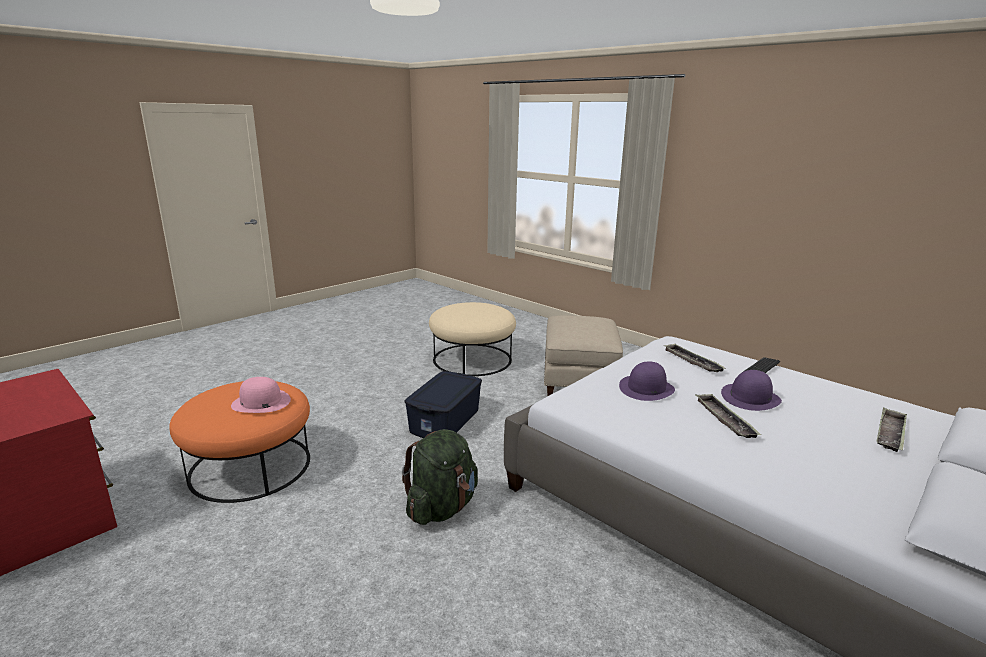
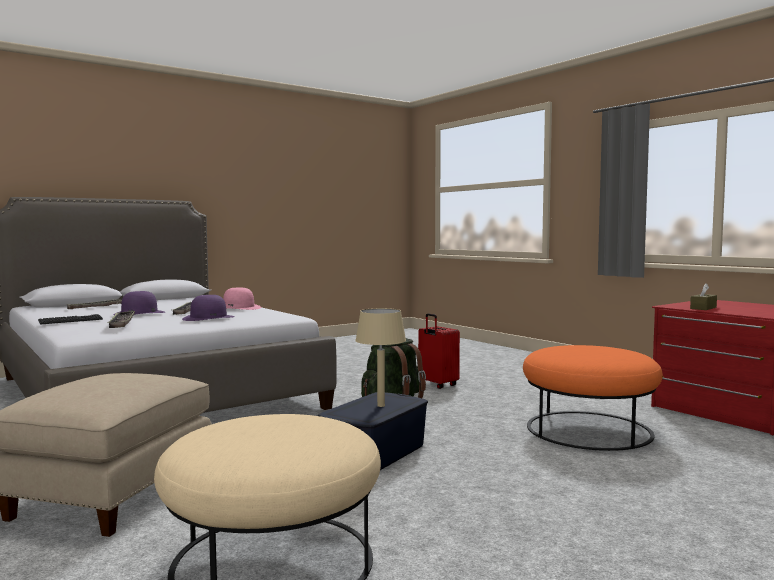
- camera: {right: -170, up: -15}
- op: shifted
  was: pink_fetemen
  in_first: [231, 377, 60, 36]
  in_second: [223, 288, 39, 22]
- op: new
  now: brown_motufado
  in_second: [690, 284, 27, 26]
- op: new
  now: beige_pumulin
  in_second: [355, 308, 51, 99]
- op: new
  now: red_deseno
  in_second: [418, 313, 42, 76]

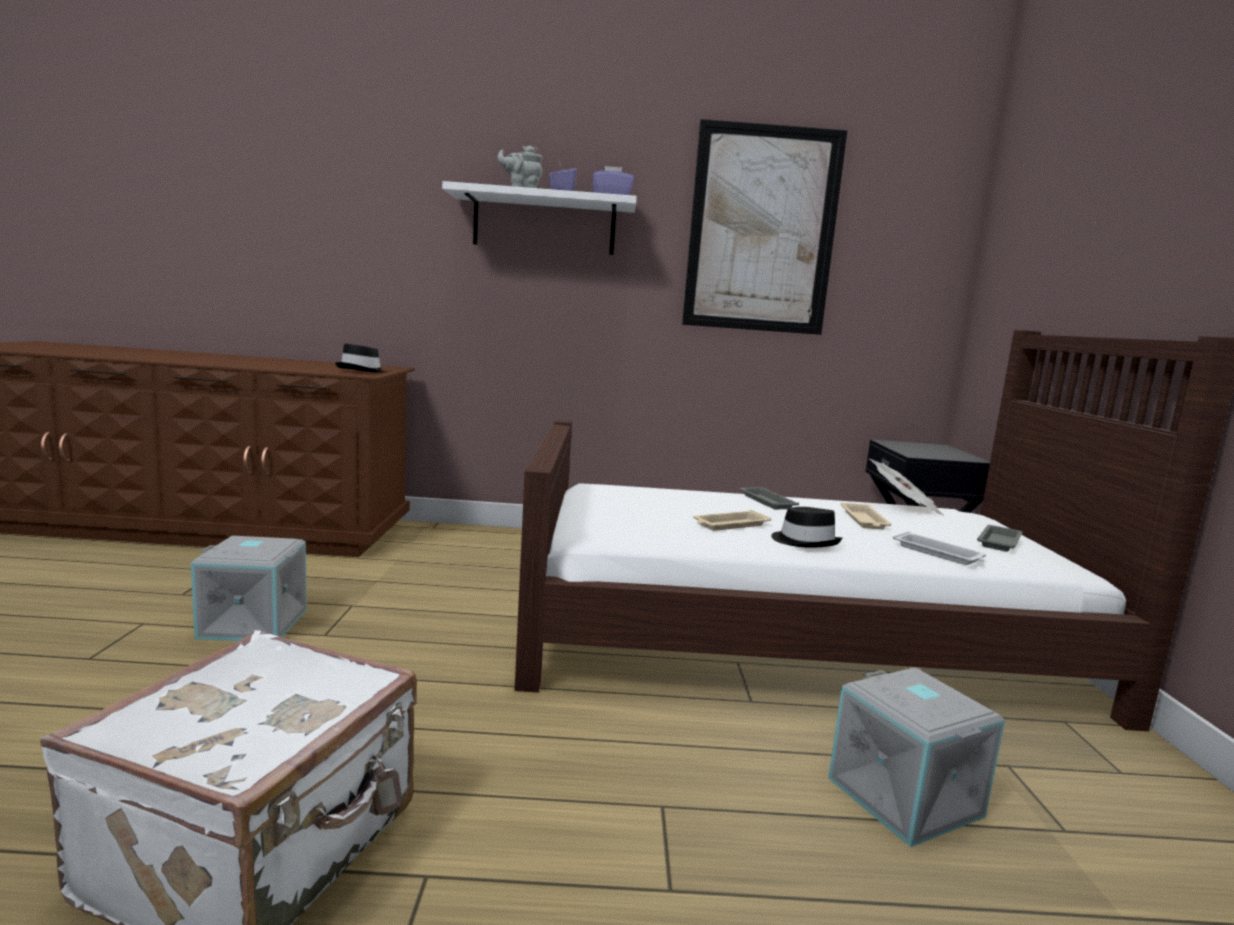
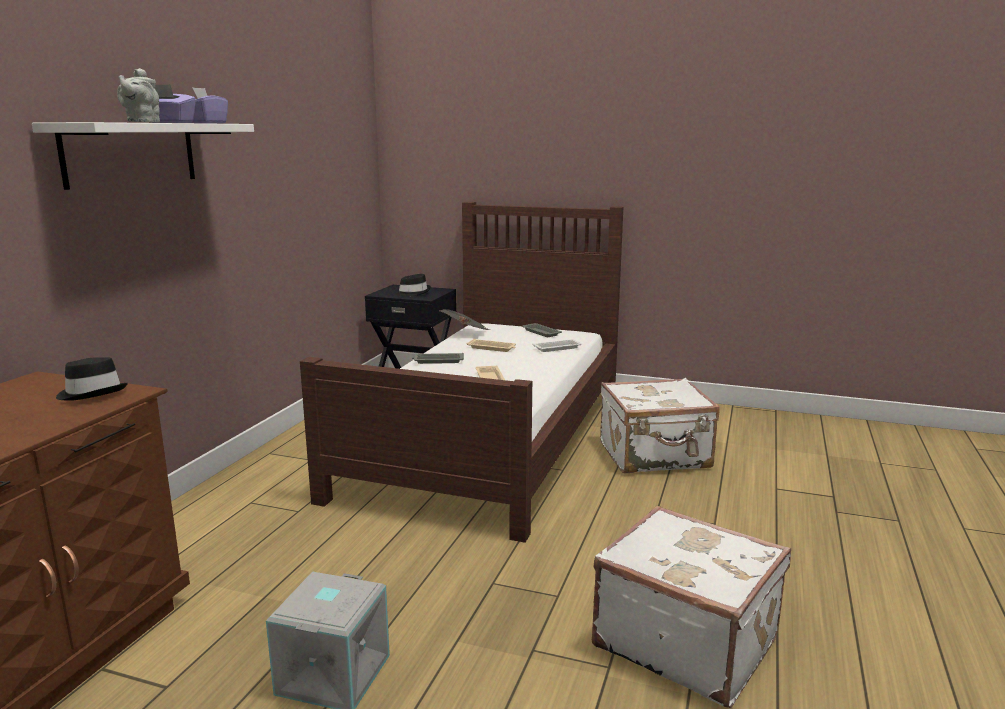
- camera: {right: -70, up: 5}
- op: gone
  was: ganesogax
  in_first: [682, 119, 165, 216]
- op: shifted
  was: black_fetemen
  in_first: [771, 507, 71, 41]
  in_second: [395, 274, 36, 22]
- op: swapped
  was: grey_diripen
  now: white_deseno
  in_first: [828, 667, 177, 180]
  in_second: [600, 378, 120, 95]

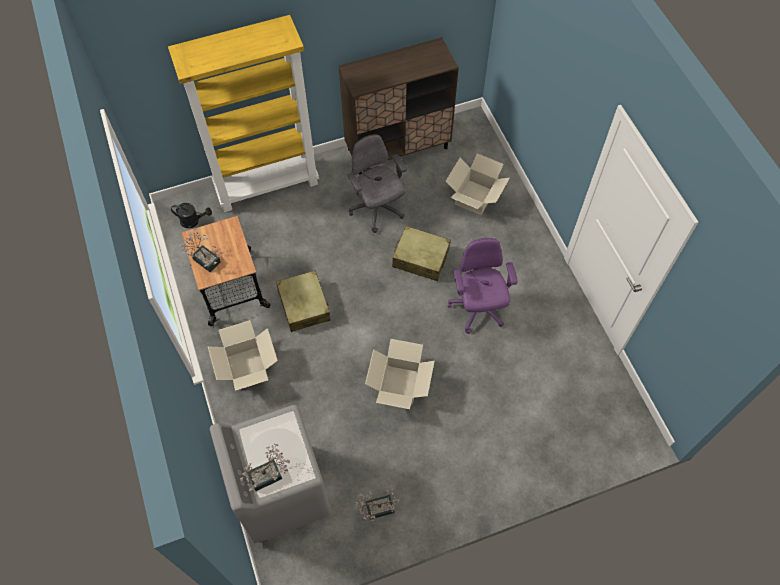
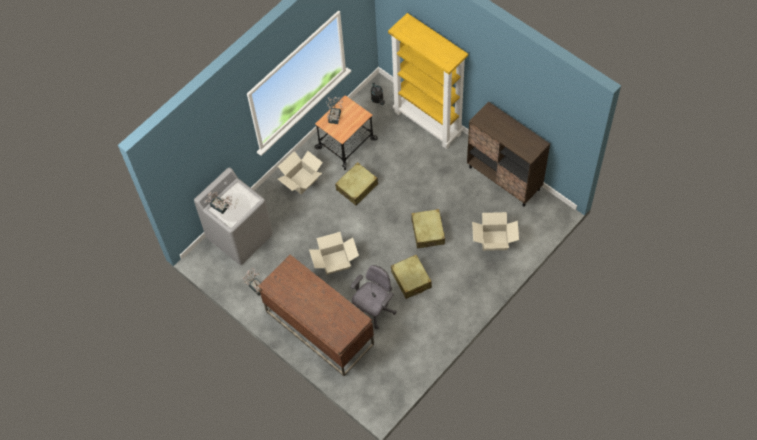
- camera: {right: 65, up: 0}
- op: shifted
  was: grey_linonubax
  in_first: [347, 134, 60, 99]
  in_second: [351, 265, 45, 64]
- op: swapped
  was: purple_linonubax
  now: beige_deseno
  in_first: [448, 238, 70, 96]
  in_second: [391, 255, 41, 44]
- op: new
  now: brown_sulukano
  in_second: [258, 255, 116, 121]

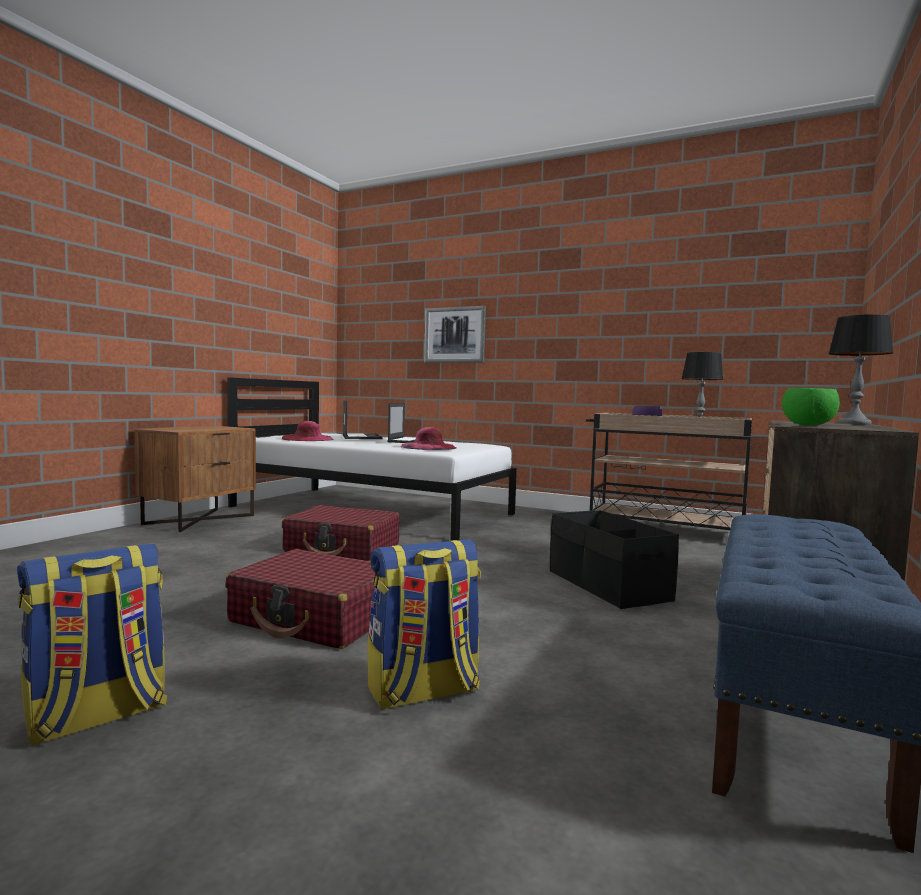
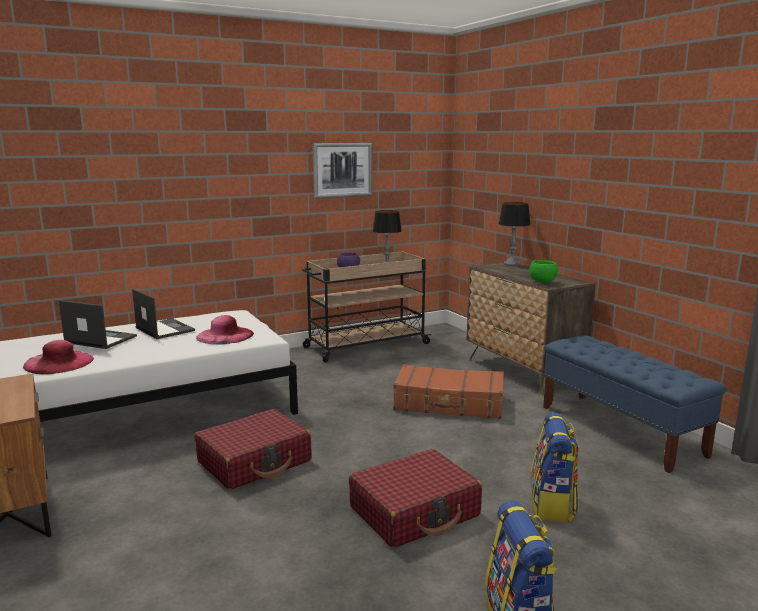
- camera: {right: -55, up: 10}
- op: shifted
  was: ganesogax
  in_first: [424, 306, 62, 57]
  in_second: [312, 143, 61, 56]
- op: swapped
  was: black_diripen
  now: brown_deseno
  in_first: [550, 510, 129, 99]
  in_second: [393, 364, 111, 55]

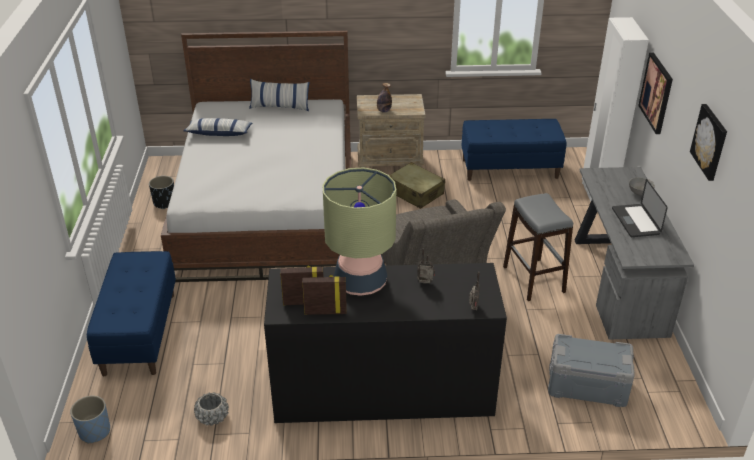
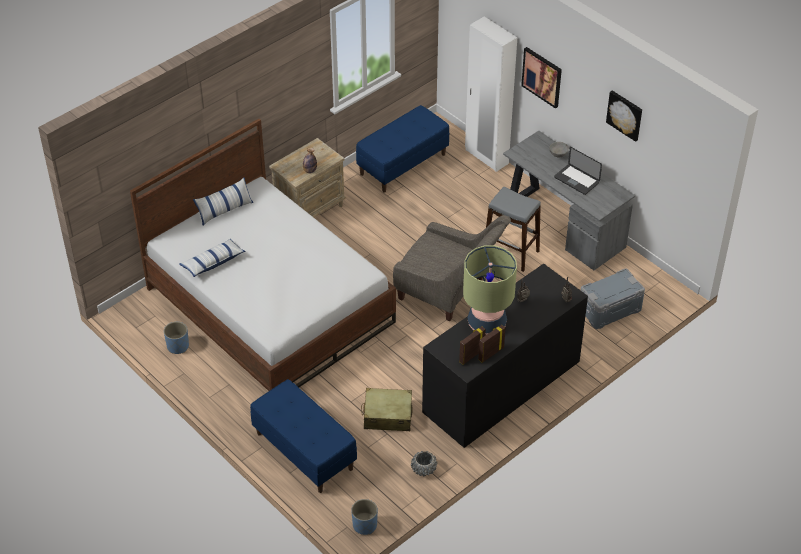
- camera: {right: -40, up: 10}
- op: shifted
  was: beige_deseno
  in_first: [389, 162, 56, 47]
  in_second: [361, 388, 52, 43]
- op: repainted
  was: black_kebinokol
  now: blue_kebinokol
  in_first: [149, 176, 25, 33]
  in_second: [164, 322, 25, 32]

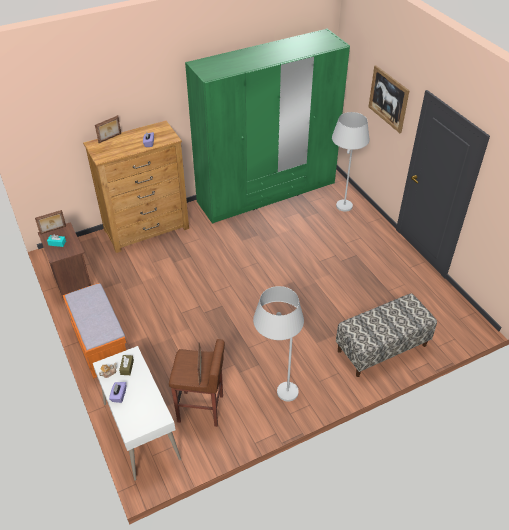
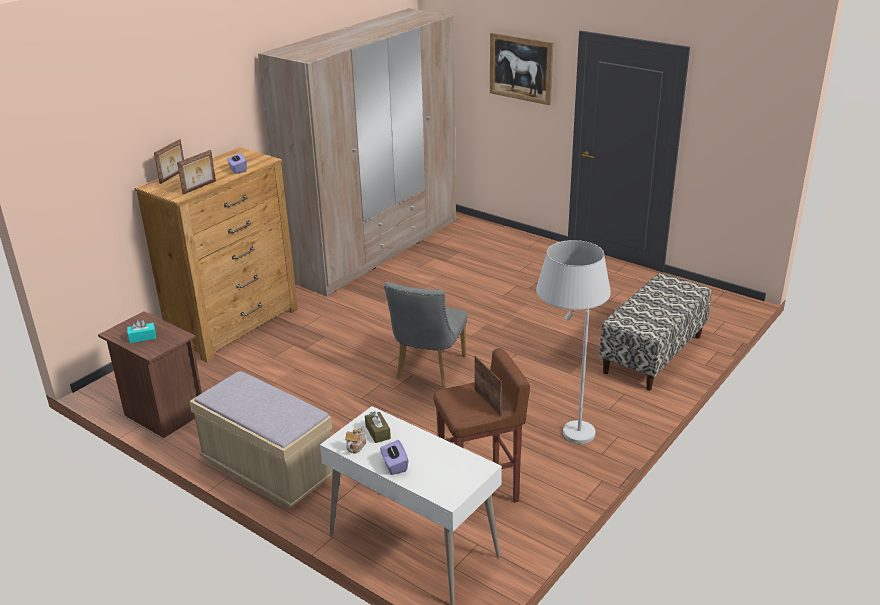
- camera: {right: -25, up: -15}
- op: repainted
  was: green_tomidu
  now: beige_tomidu
  in_first: [185, 29, 165, 195]
  in_second: [258, 8, 198, 288]
- op: gone
  was: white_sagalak
  in_first: [332, 112, 37, 100]
- op: shifted
  was: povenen
  in_first: [35, 210, 31, 24]
  in_second: [177, 150, 39, 45]
- op: repainted
  was: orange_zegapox
  now: beige_zegapox
  in_first: [63, 283, 63, 96]
  in_second: [189, 371, 143, 138]
- op: new
  now: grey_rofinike
  in_second: [384, 282, 84, 105]

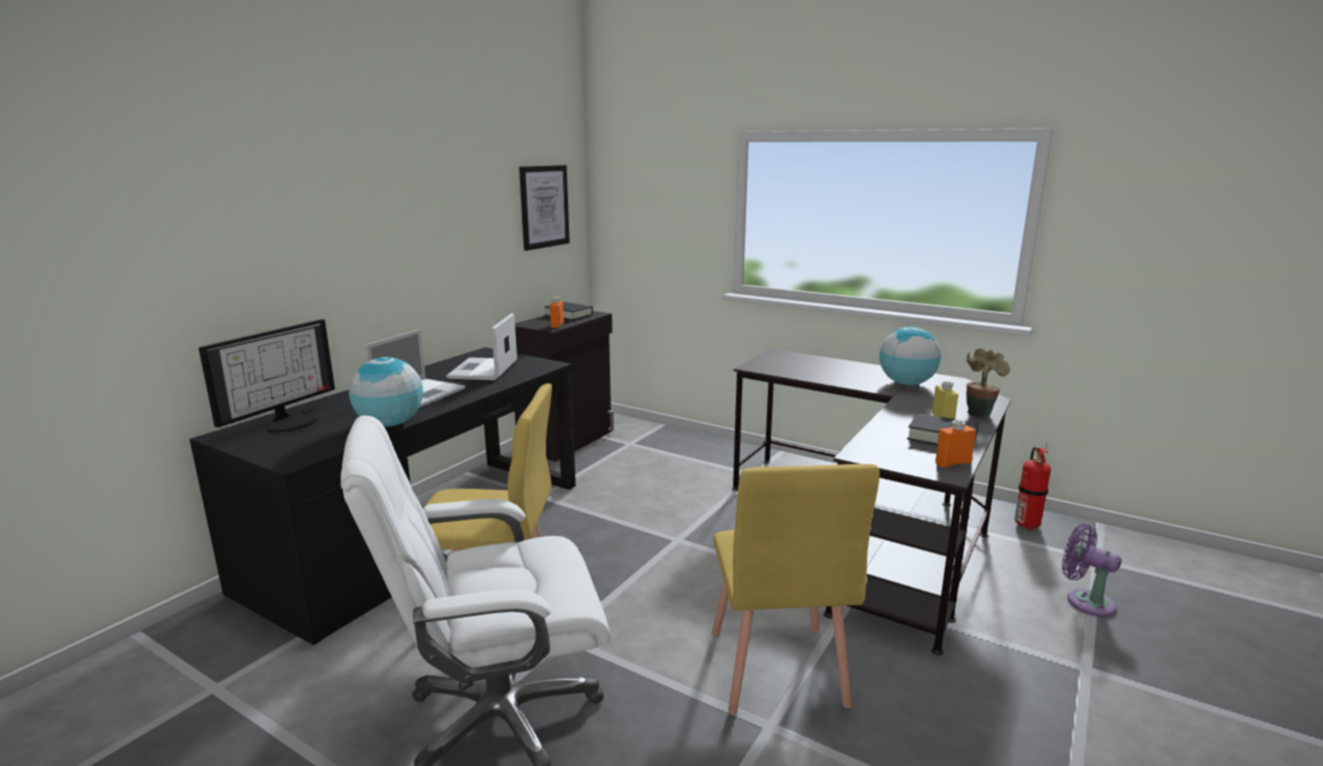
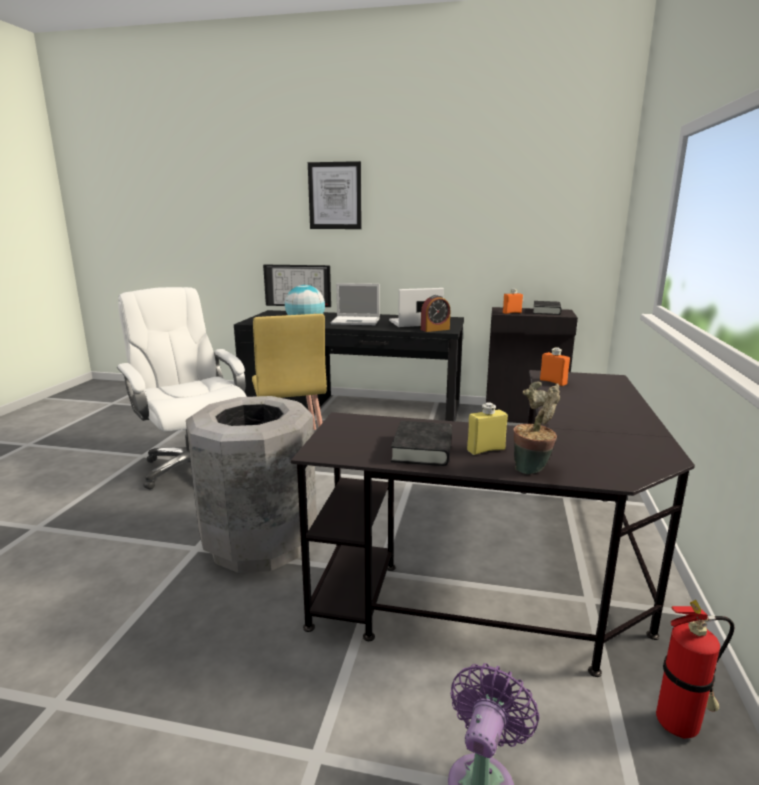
- camera: {right: 70, up: 0}
- op: shifted
  was: ganesogax
  in_first: [519, 165, 51, 86]
  in_second: [308, 161, 54, 68]
- op: gone
  was: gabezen
  in_first: [879, 327, 62, 58]
- op: shifted
  was: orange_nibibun
  in_first: [935, 419, 41, 49]
  in_second: [540, 347, 30, 39]
- op: swapped
  was: yellow_rofinike
  now: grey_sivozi
  in_first: [712, 464, 168, 250]
  in_second: [186, 396, 131, 177]
- op: new
  now: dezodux
  in_second: [421, 295, 29, 37]

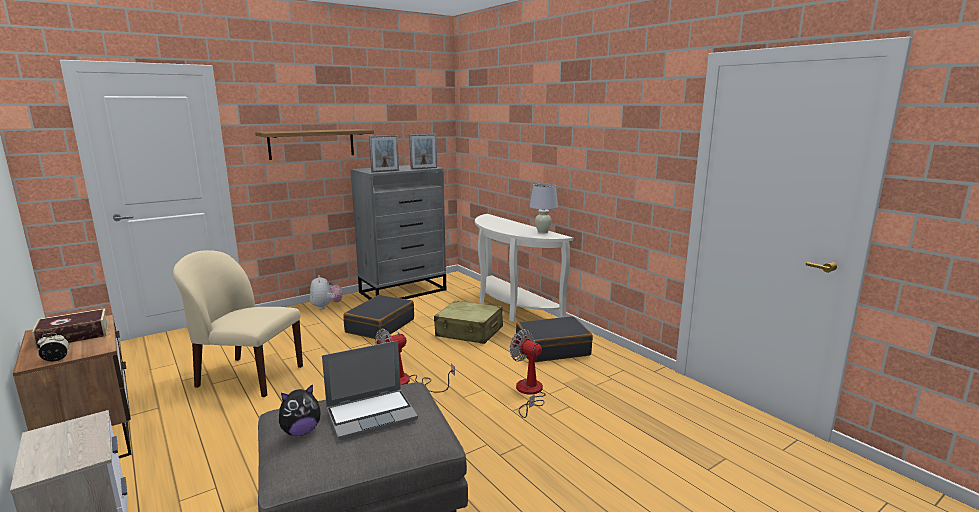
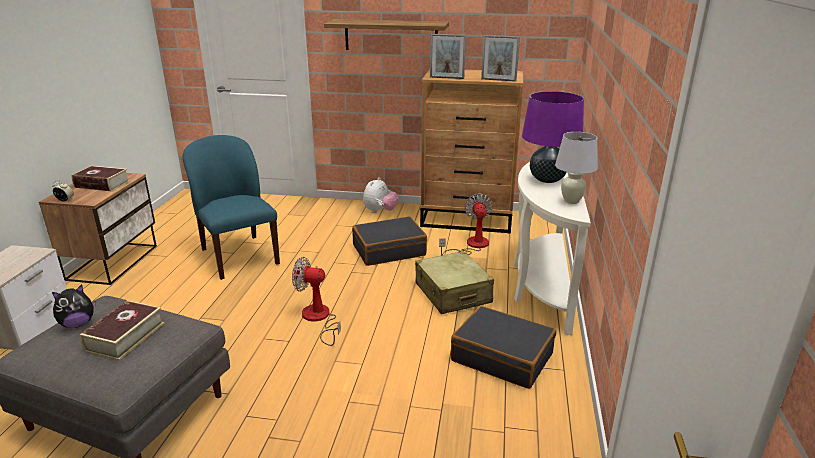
- camera: {right: 45, up: 10}
- op: repainted
  was: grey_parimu
  now: brown_parimu
  in_first: [350, 165, 96, 135]
  in_second: [420, 69, 103, 165]
- op: repainted
  was: beige_rofinike
  now: blue_rofinike
  in_first: [173, 250, 130, 147]
  in_second: [183, 135, 97, 145]
- op: shifted
  was: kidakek
  in_first: [510, 329, 36, 89]
  in_second: [439, 194, 54, 62]
- op: swapped
  was: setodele
  now: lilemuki
  in_first: [322, 340, 96, 100]
  in_second: [80, 300, 84, 60]
- op: rotated
  was: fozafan
  in_first: [279, 384, 42, 52]
  in_second: [52, 284, 44, 44]
  clockwise: -45
- op: new
  now: purple_pumulin
  in_second: [522, 91, 62, 92]

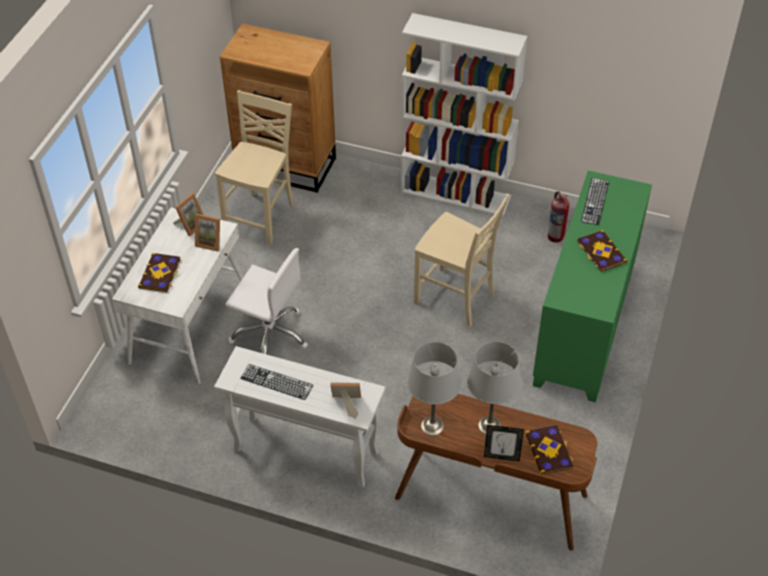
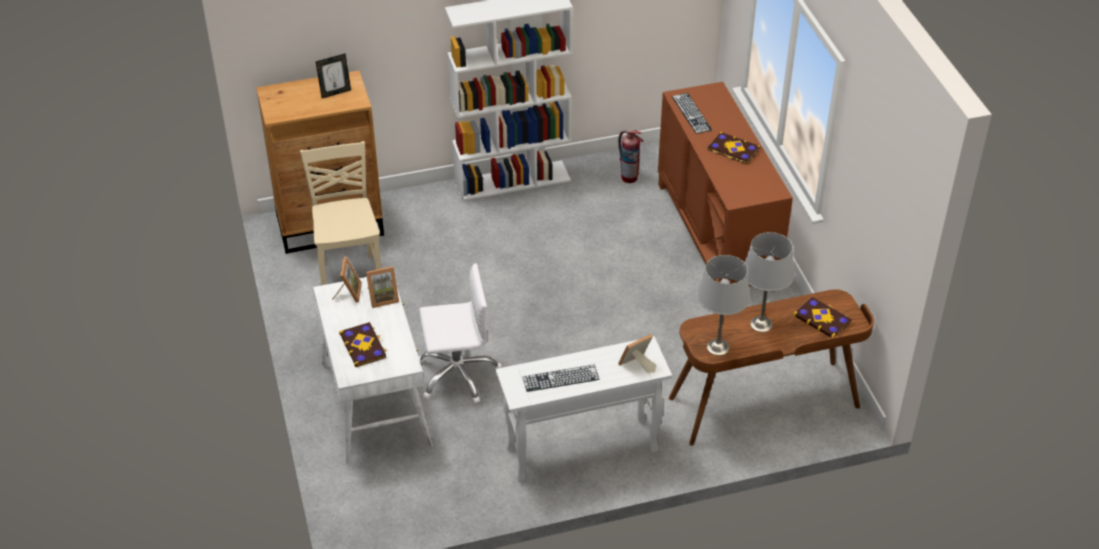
- camera: {right: -35, up: -5}
- op: repainted
  was: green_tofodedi
  now: brown_tofodedi
  in_first: [533, 171, 119, 232]
  in_second: [658, 82, 135, 210]
- op: gone
  was: beige_rofinike
  in_first: [414, 193, 95, 134]
- op: shifted
  was: povenen
  in_first: [484, 425, 40, 37]
  in_second: [316, 53, 35, 45]

